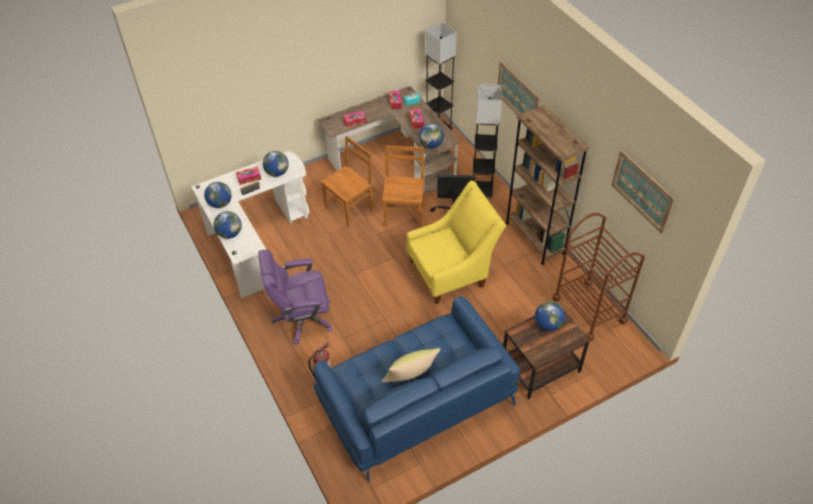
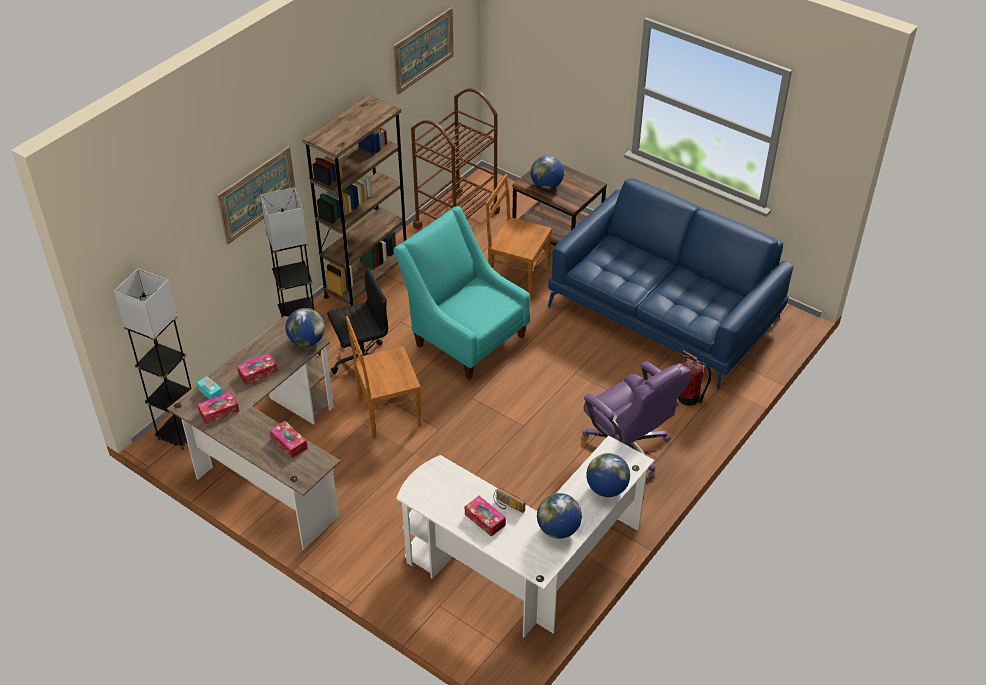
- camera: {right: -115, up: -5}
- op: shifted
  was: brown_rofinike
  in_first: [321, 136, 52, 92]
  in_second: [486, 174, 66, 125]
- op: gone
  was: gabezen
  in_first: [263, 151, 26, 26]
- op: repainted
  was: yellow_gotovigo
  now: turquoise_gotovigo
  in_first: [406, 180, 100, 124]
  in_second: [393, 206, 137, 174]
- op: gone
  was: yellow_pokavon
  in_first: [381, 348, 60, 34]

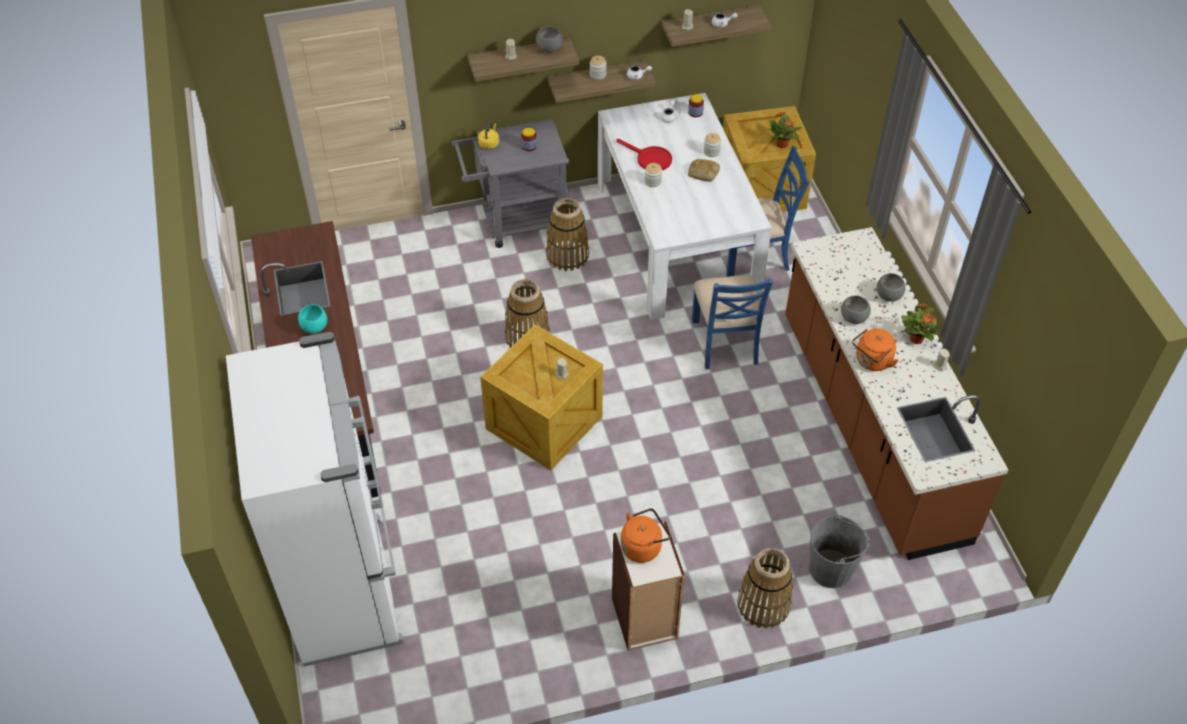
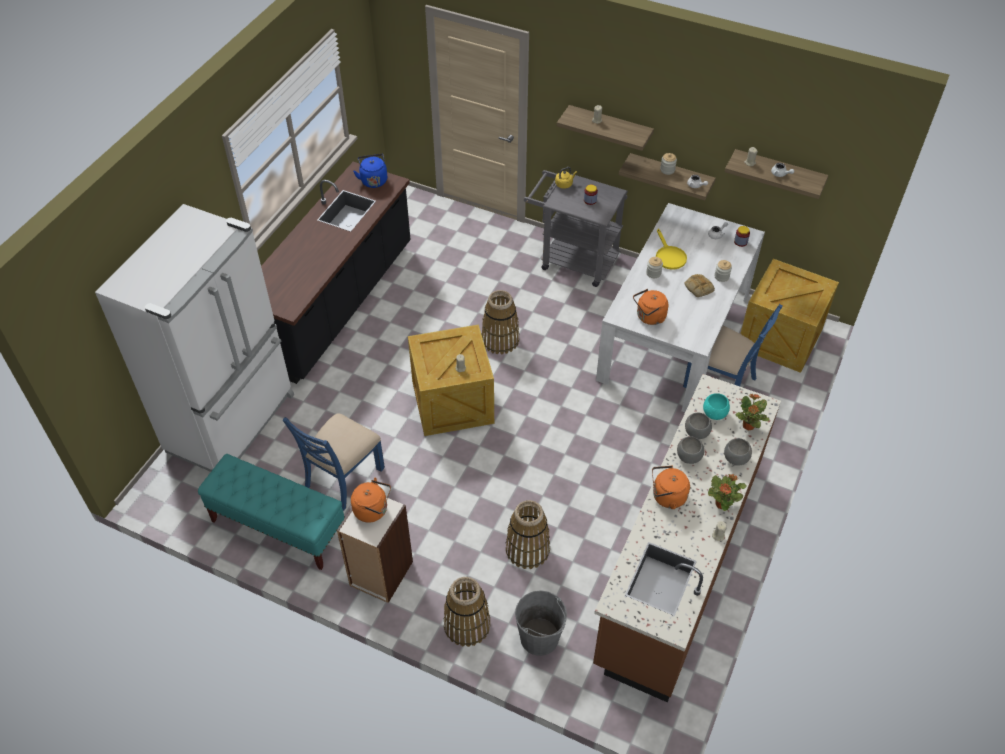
- camera: {right: 40, up: 0}
- op: shifted
  was: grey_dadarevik
  in_first: [536, 26, 27, 27]
  in_second: [685, 412, 27, 27]
- op: shifted
  was: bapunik
  in_first: [769, 112, 33, 36]
  in_second: [735, 394, 35, 36]
- op: repainted
  was: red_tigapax
  now: yellow_tigapax
  in_first: [616, 139, 56, 31]
  in_second: [656, 229, 31, 41]
- op: shifted
  was: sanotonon
  in_first: [546, 198, 43, 73]
  in_second: [506, 500, 44, 69]
- op: shifted
  was: blue_rofinike
  in_first: [692, 276, 81, 93]
  in_second: [283, 413, 102, 98]
- op: shifted
  was: turquoise_dadarevik
  in_first: [298, 304, 29, 29]
  in_second: [703, 393, 27, 27]
- op: new
  now: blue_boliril
  in_second: [353, 154, 34, 34]
- op: new
  now: orange_boliril
  in_second: [633, 289, 35, 36]
- op: new
  now: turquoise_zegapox
  in_second: [198, 454, 147, 116]

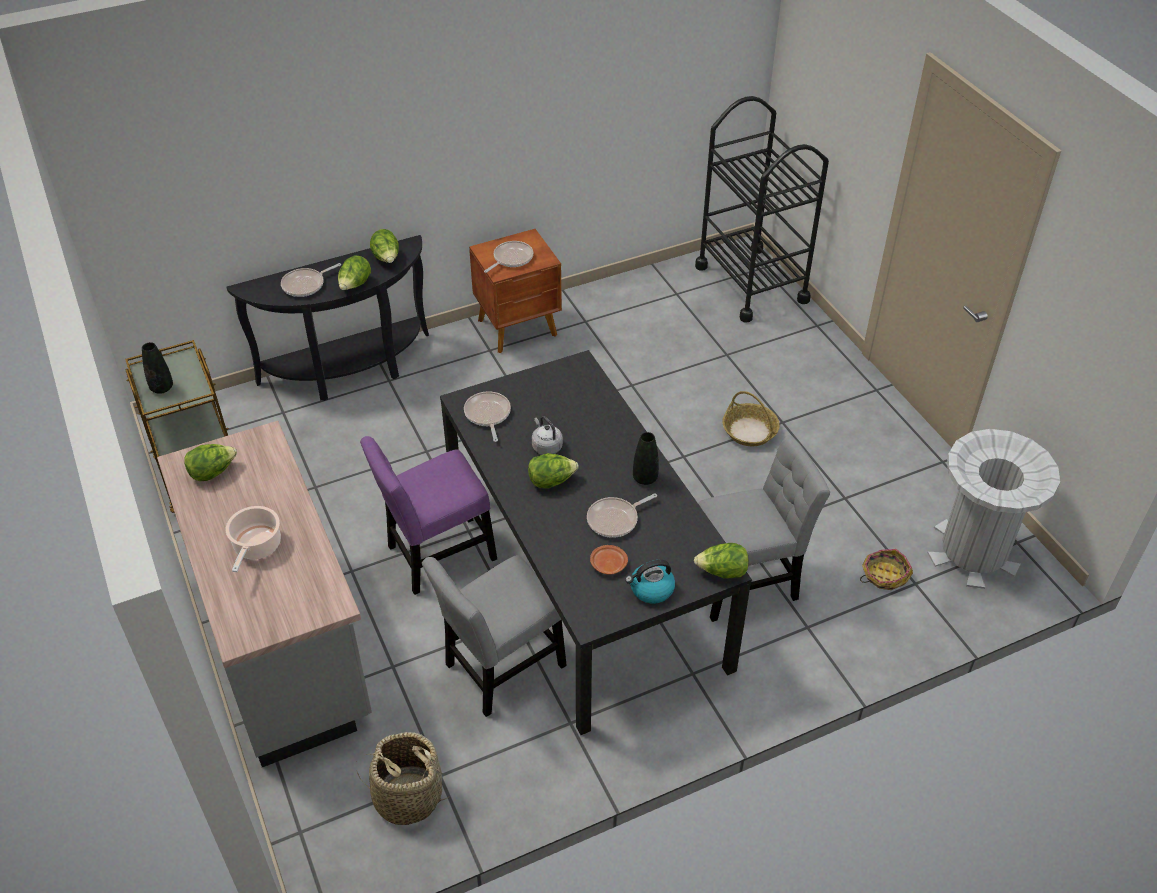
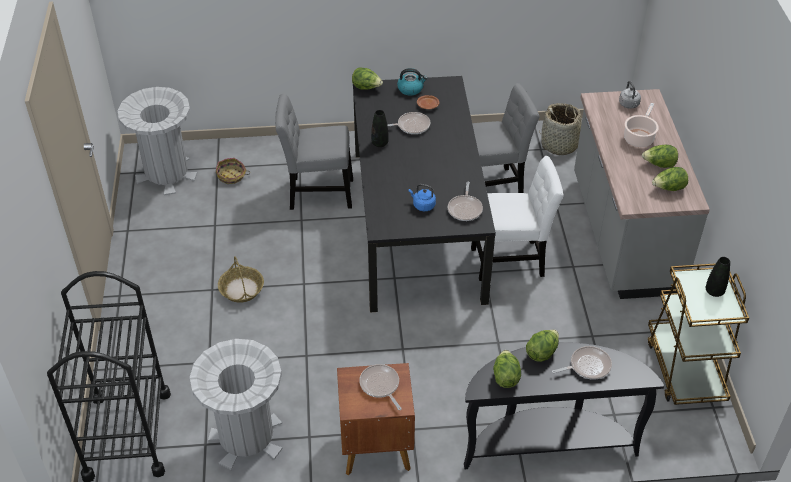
- camera: {right: -160, up: 0}
- op: rotated
  was: tigapax
  in_first: [484, 241, 49, 32]
  in_second: [359, 364, 43, 46]
  clockwise: 90
- op: shifted
  was: grey_boliril
  in_first: [532, 416, 31, 39]
  in_second: [619, 81, 22, 28]
- op: repainted
  was: purple_rofinike
  now: white_rofinike
  in_first: [360, 436, 137, 159]
  in_second: [471, 156, 93, 125]
- op: shifted
  was: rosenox
  in_first: [528, 453, 50, 36]
  in_second: [642, 145, 36, 23]
- op: new
  now: blue_boliril
  in_second: [409, 184, 27, 27]
- op: new
  now: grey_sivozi
  in_second: [190, 339, 93, 131]

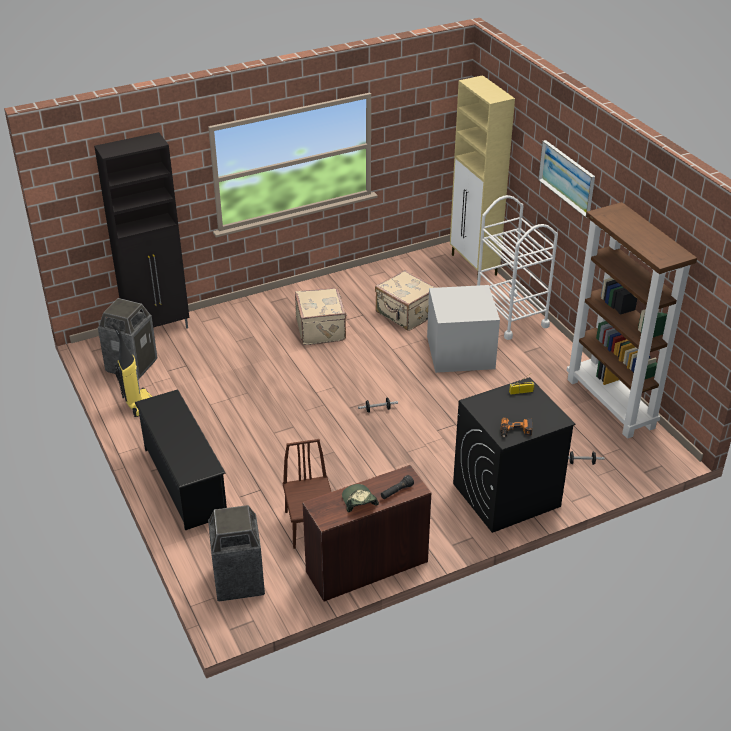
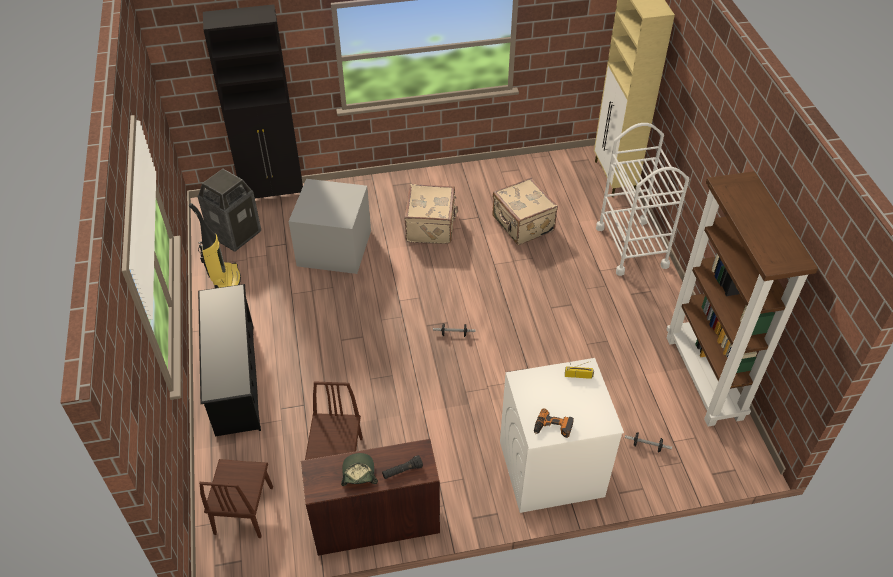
- camera: {right: 15, up: 10}
- op: gone
  was: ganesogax
  in_first: [538, 140, 57, 78]
- op: shifted
  was: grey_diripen
  in_first: [427, 285, 73, 88]
  in_second: [289, 179, 82, 95]
- op: repainted
  was: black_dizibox
  now: white_dizibox
  in_first: [453, 377, 122, 156]
  in_second: [500, 358, 124, 155]
- op: swapped
  was: sivozi
  now: brown_rofinike
  in_first: [208, 505, 57, 96]
  in_second: [199, 459, 74, 79]

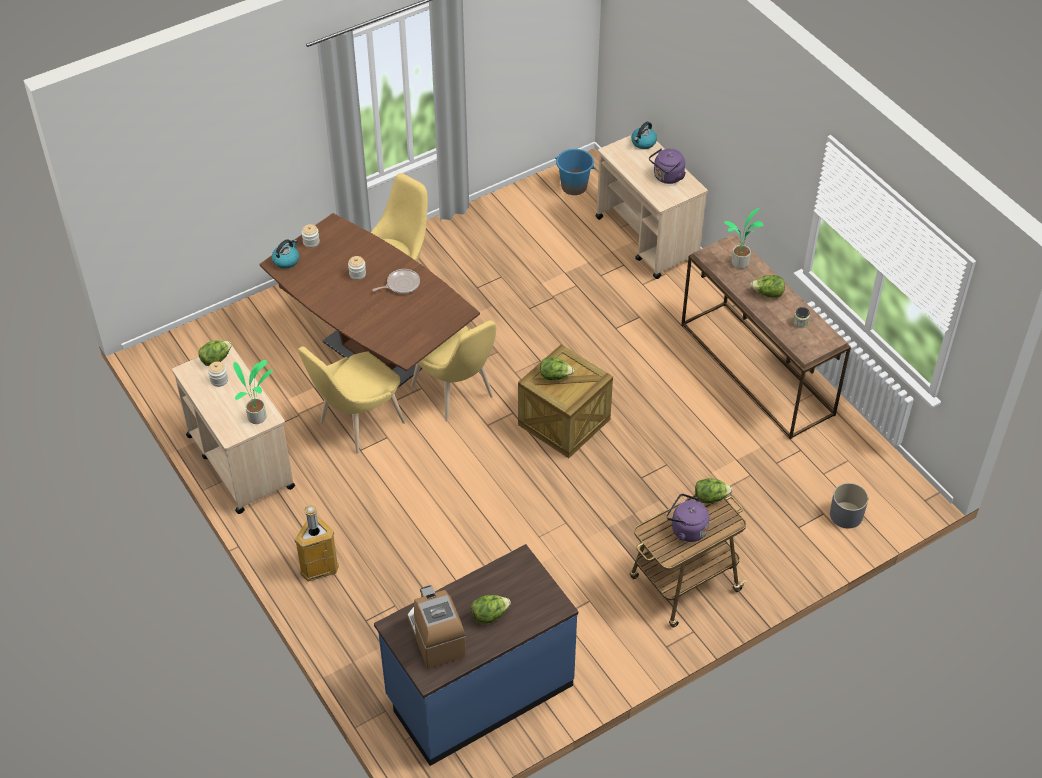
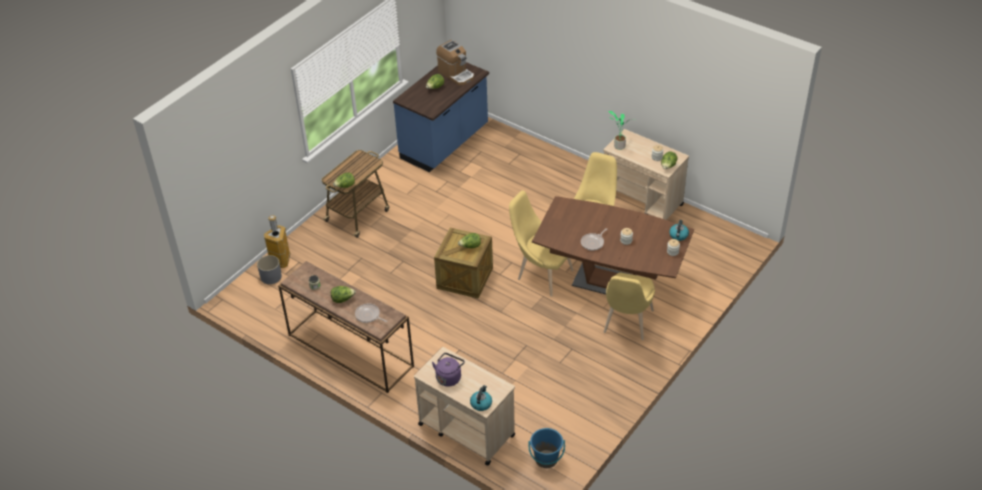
- camera: {right: 160, up: -5}
- op: swapped
  was: bapunik
  now: tigapax
  in_first: [724, 208, 39, 61]
  in_second: [355, 303, 33, 20]
- op: gone
  was: purple_boliril
  in_first: [667, 494, 43, 48]
- op: shifted
  was: sivozi
  in_first: [295, 505, 44, 77]
  in_second: [264, 215, 26, 53]

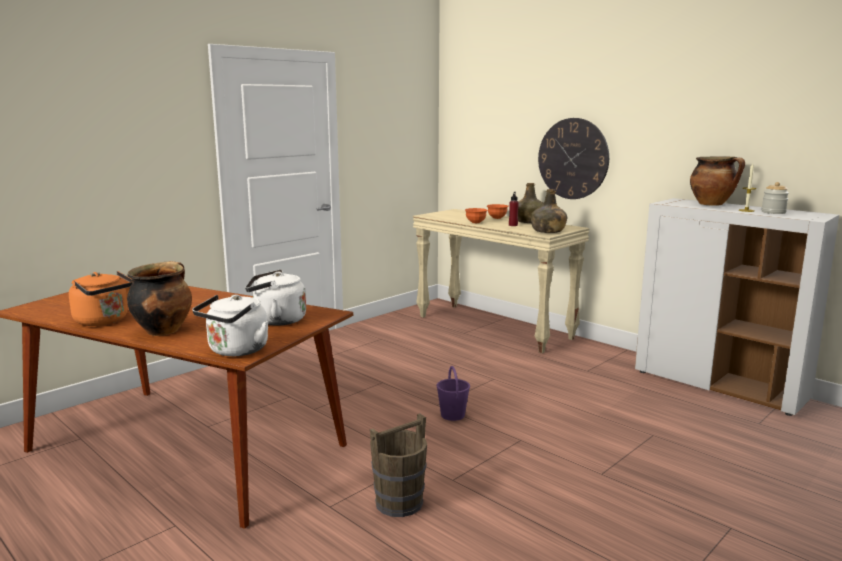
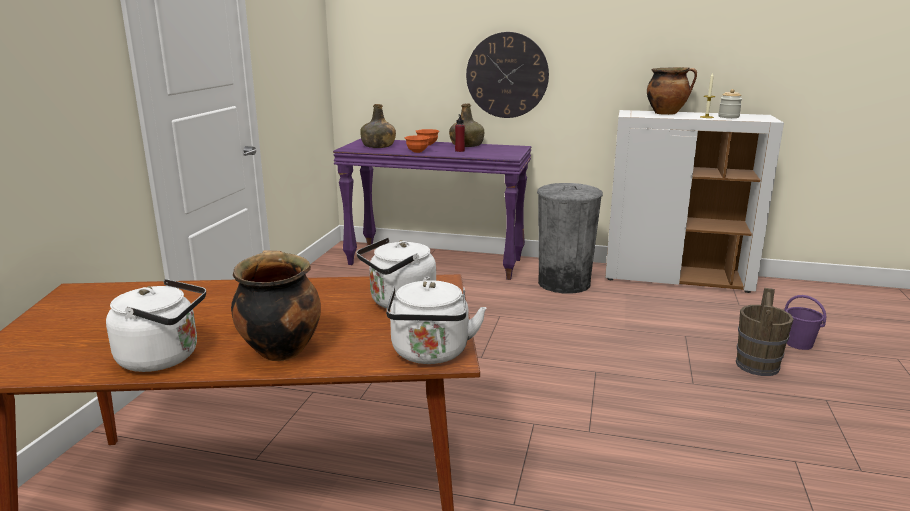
- camera: {right: -30, up: 5}
- op: shifted
  was: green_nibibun
  in_first: [531, 189, 36, 44]
  in_second: [360, 104, 36, 44]
- op: repainted
  was: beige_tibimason
  now: purple_tibimason
  in_first: [413, 209, 177, 145]
  in_second: [333, 139, 198, 141]
- op: repainted
  was: orange_boliril
  now: white_boliril
  in_first: [69, 271, 63, 55]
  in_second: [106, 279, 100, 93]
- op: shifted
  was: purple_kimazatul
  in_first: [436, 366, 34, 55]
  in_second: [784, 295, 42, 55]
- op: shifted
  was: brown_kimazatul
  in_first: [370, 413, 57, 104]
  in_second: [736, 288, 57, 88]
- op: new
  now: grey_sivozi
  in_second: [537, 183, 66, 111]

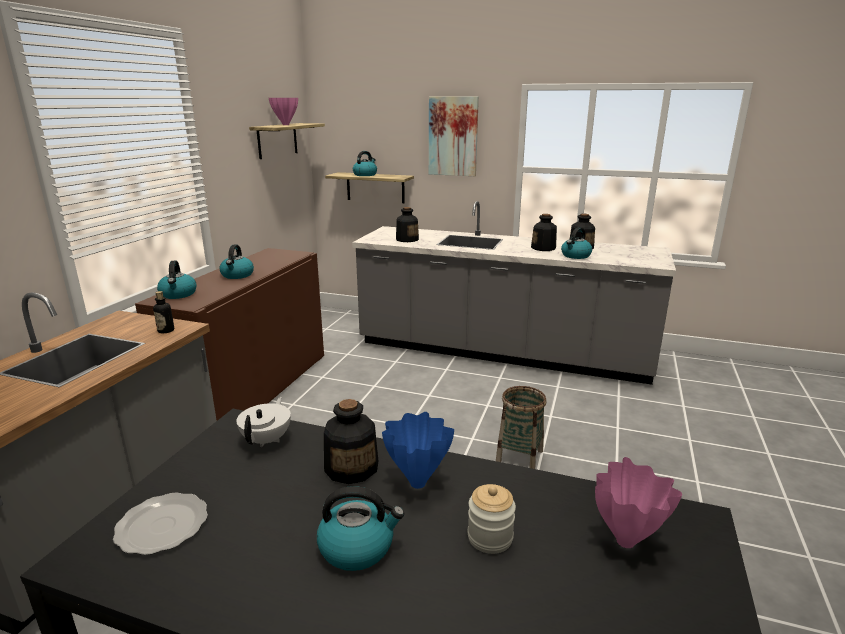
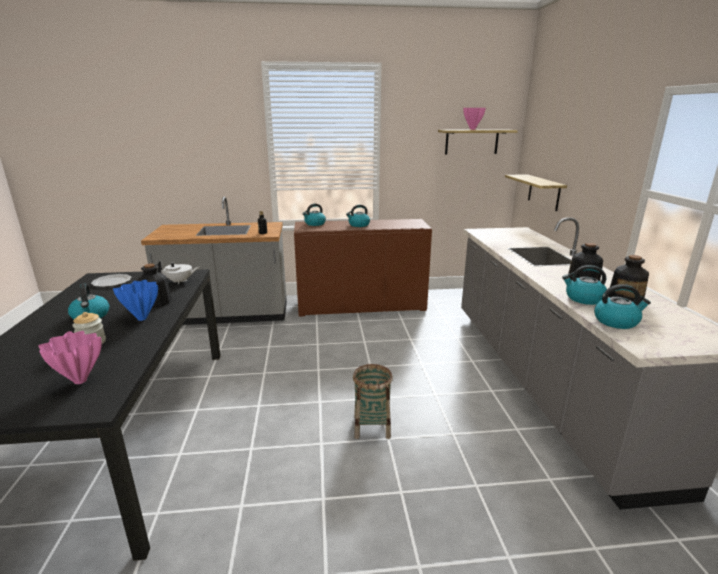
- camera: {right: 65, up: 0}
- op: gone
  was: ganesogax
  in_first: [429, 96, 50, 80]
- op: shifted
  was: boliril
  in_first: [353, 151, 24, 25]
  in_second: [594, 284, 57, 45]
- op: gone
  was: nibibun
  in_first: [396, 207, 23, 35]

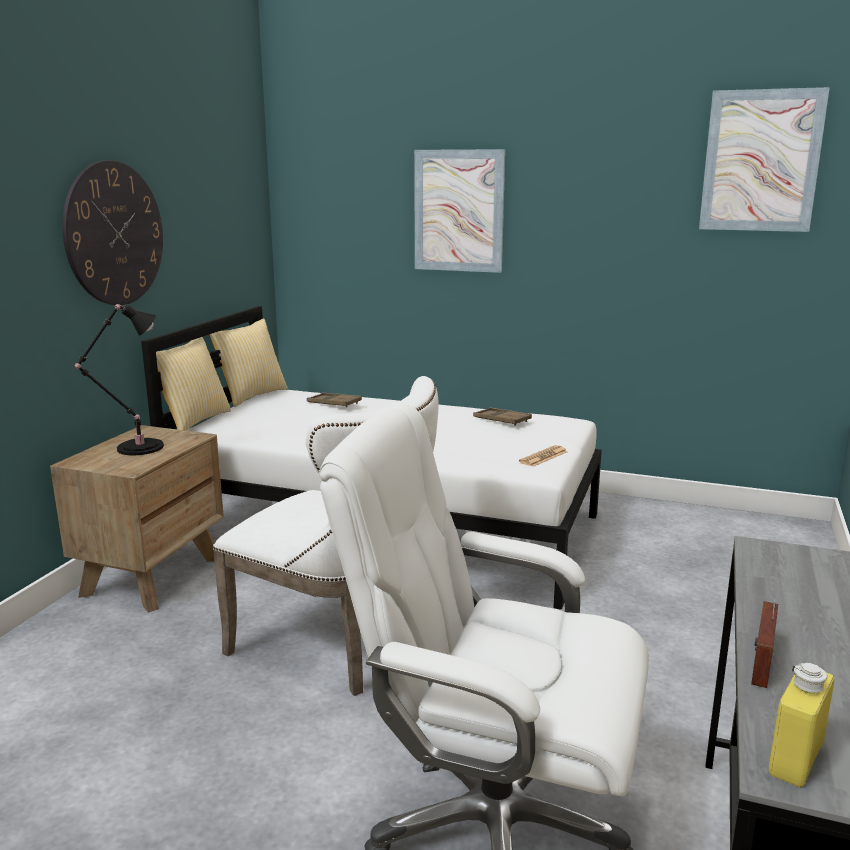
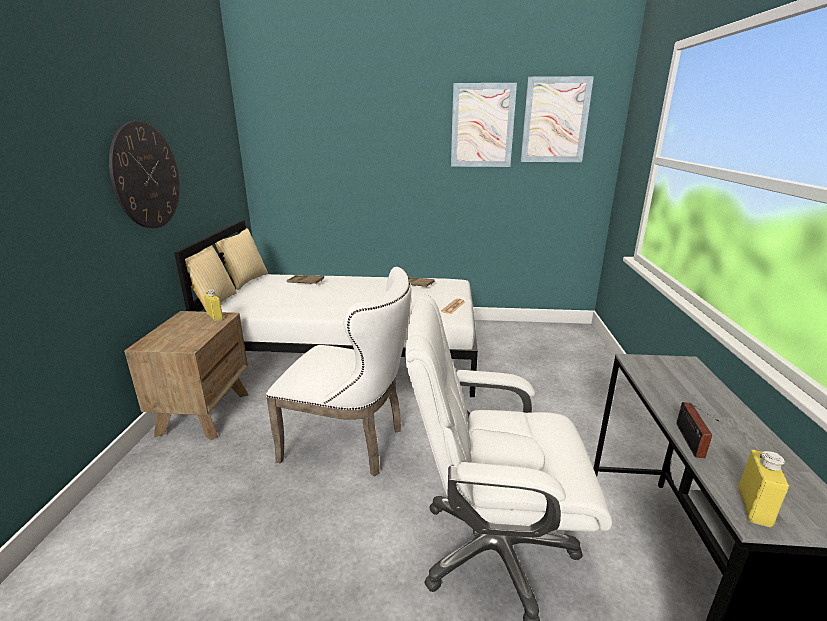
- camera: {right: -15, up: 5}
- op: shifted
  was: ganesogax
  in_first: [414, 149, 91, 124]
  in_second: [451, 83, 66, 84]
- op: gone
  was: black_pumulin
  in_first: [75, 304, 89, 151]
- op: new
  now: yellow_nibibun
  in_second: [204, 289, 19, 32]

